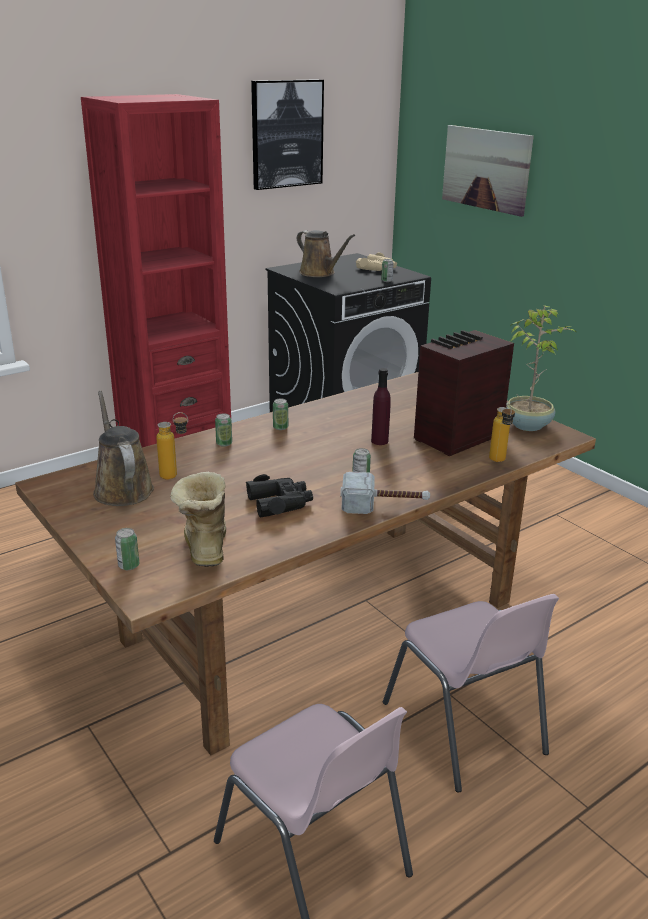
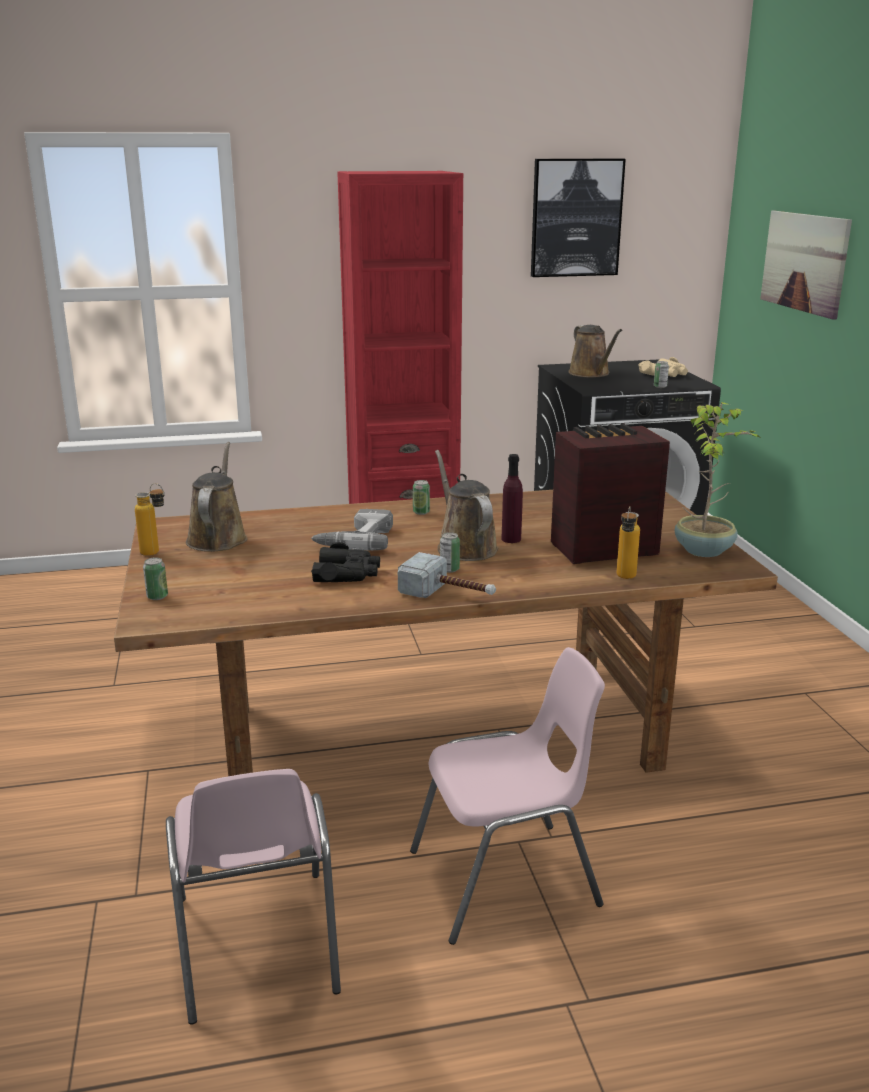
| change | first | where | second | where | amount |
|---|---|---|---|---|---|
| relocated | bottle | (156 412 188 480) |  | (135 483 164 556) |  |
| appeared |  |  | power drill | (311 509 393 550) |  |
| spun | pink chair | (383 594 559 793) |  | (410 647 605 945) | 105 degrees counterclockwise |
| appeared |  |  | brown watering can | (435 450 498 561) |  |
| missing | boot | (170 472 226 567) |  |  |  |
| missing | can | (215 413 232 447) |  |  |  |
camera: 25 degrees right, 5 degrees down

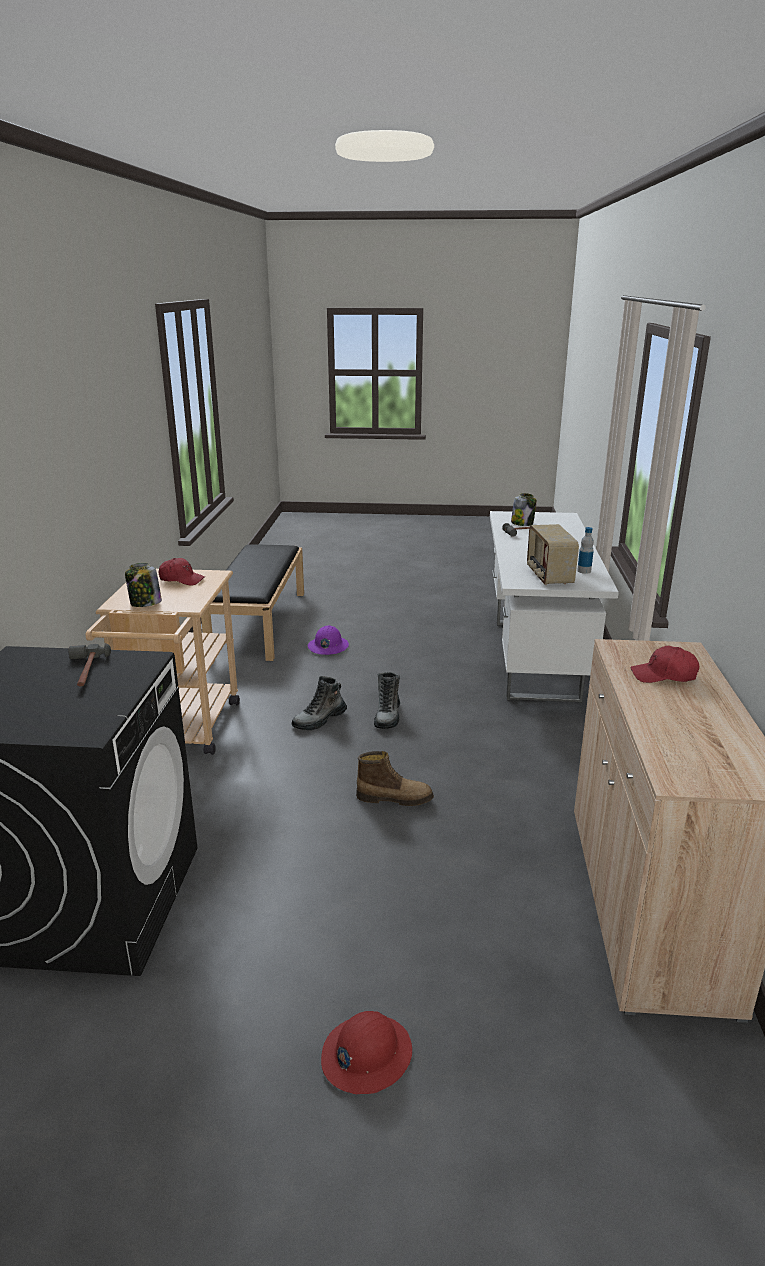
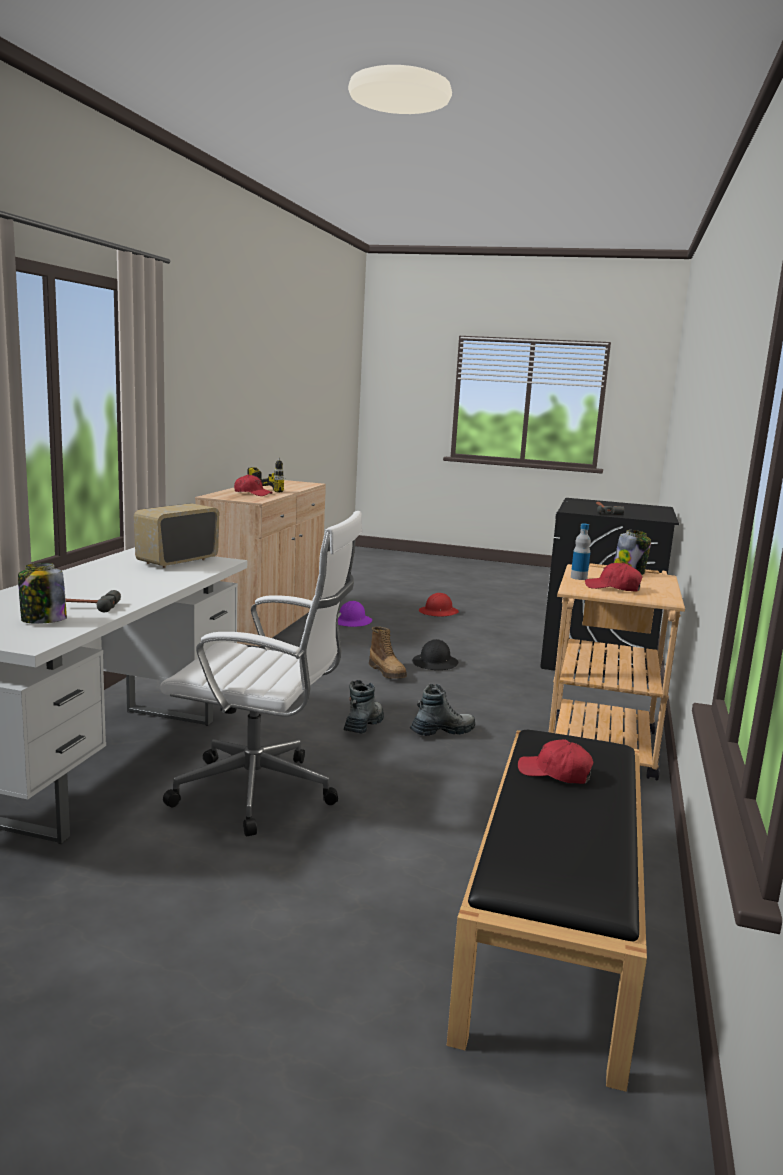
| change | first | where | second | where | amount |
|---|---|---|---|---|---|
| spun | radio | (527 524 579 585) |  | (134 503 219 568) | 150 degrees counterclockwise |
| appeared |  |  | white office chair | (160 511 363 837) |  |
| appeared |  |  | power drill | (247 458 284 492) |  |
| relocated | purple hard hat | (308 625 349 655) |  | (338 601 372 627) |  |
| spun | boot | (356 751 434 806) |  | (369 626 407 679) | 135 degrees counterclockwise |
| appeared |  |  | black hard hat | (412 639 458 670) |  |
| appeared |  |  | red cap | (518 740 593 784) |  |
| relocated | bottle | (577 527 594 574) |  | (571 524 591 580) |  |
camera: 170 degrees left, 10 degrees down

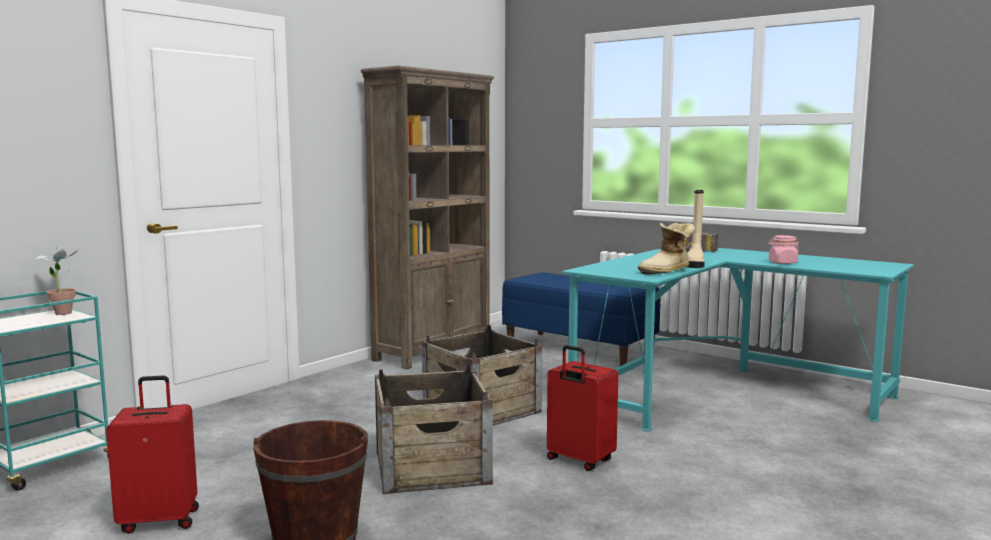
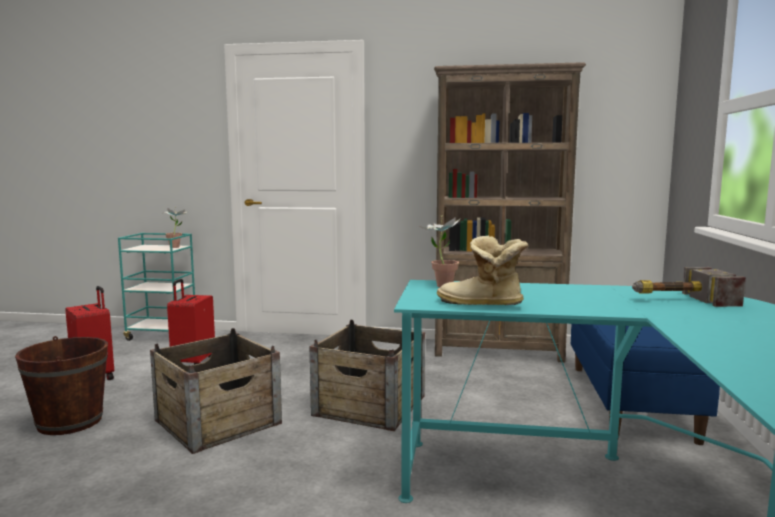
| change | first | where | second | where | amount |
|---|---|---|---|---|---|
| relocated | red suitcase | (547 345 619 471) |  | (167 279 215 365) |  |
| appeared |  |  | potted plant | (418 215 460 287) |  |
| missing | beige boot | (687 190 705 268) |  |  |  |
| missing | pink jar | (768 235 799 264) |  |  |  |
camera: 60 degrees right, 0 degrees up

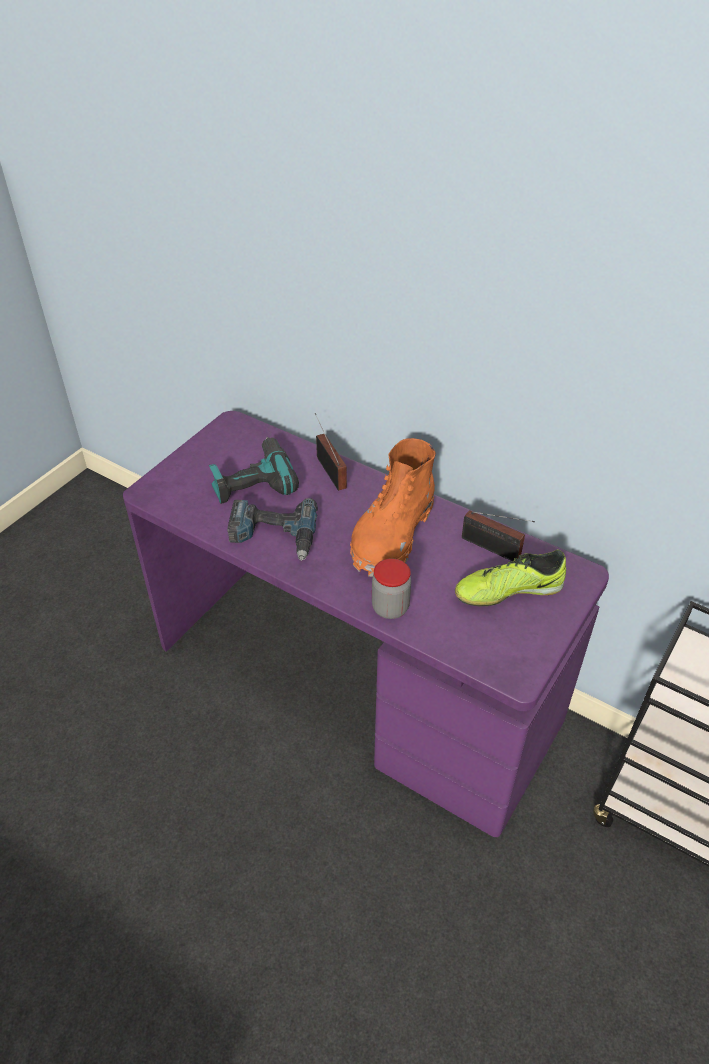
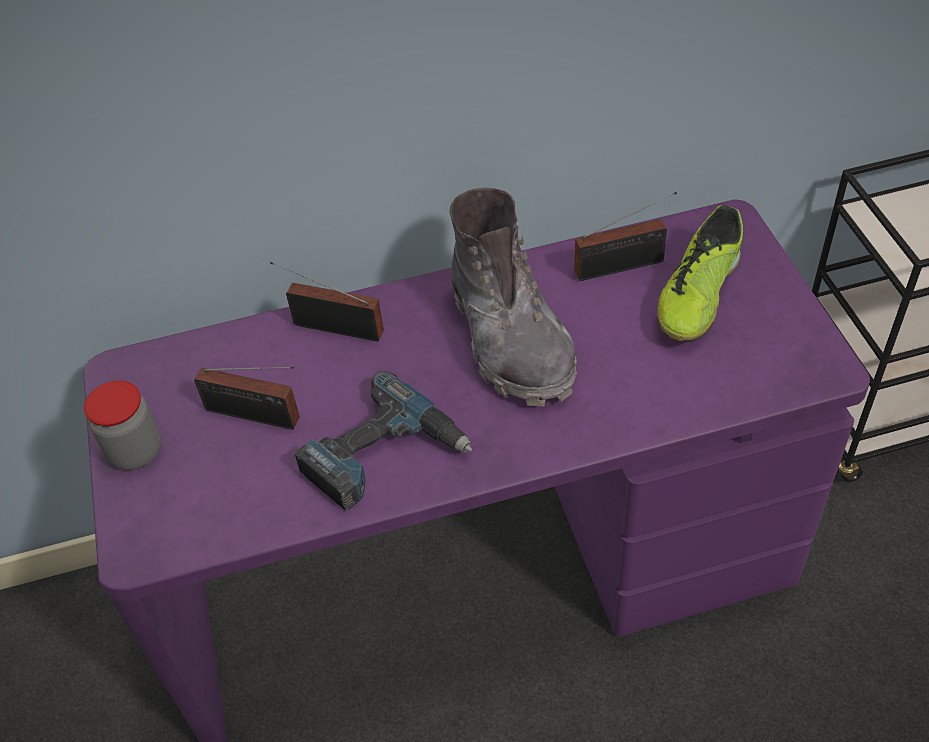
| change | first | where | second | where | amount |
|---|---|---|---|---|---|
| relocated | jar | (372 558 411 619) |  | (84 380 161 470) |  |
| exchanged | power drill | (209 437 299 504) | radio | (194 366 300 430) |  |
| colour | orange boot | (350 438 436 577) | grey boot | (449 187 577 406) |  |
camera: 45 degrees left, 5 degrees up

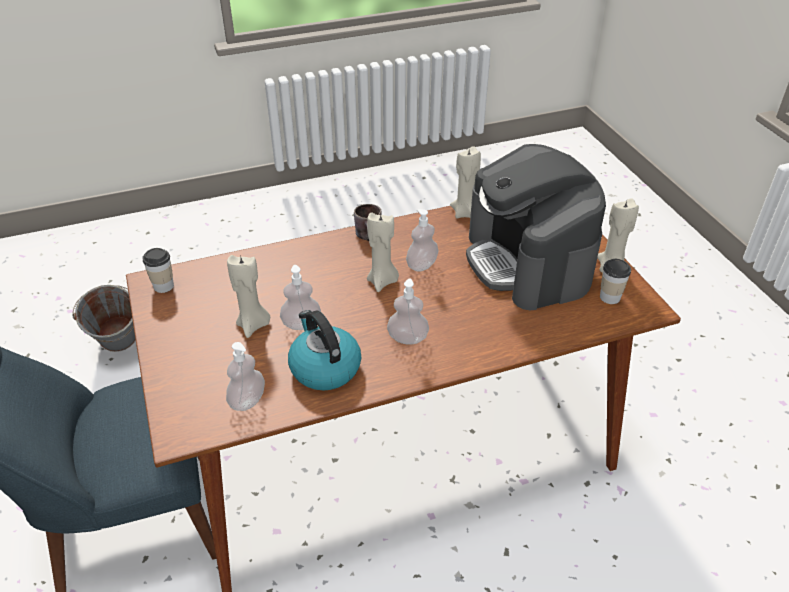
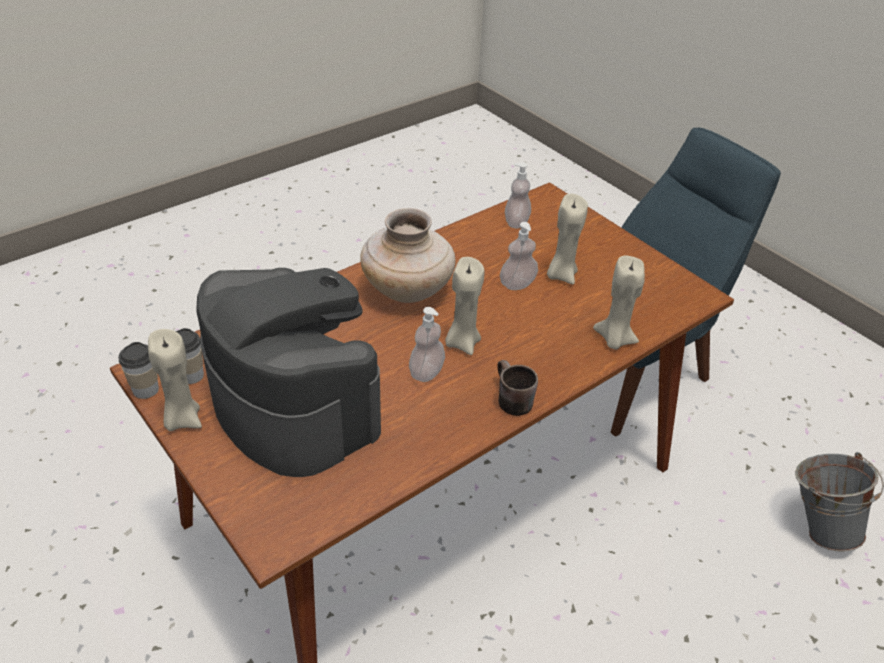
| change | first | where | second | where | amount |
|---|---|---|---|---|---|
| relocated | cup | (142 248 174 293) |  | (118 342 159 399) |  |
| exchanged | soap dispenser | (387 279 429 345) | beige vase | (360 208 456 303) |  |
| relocated | beige candle | (450 146 481 219) |  | (593 256 645 350) |  |
| missing | kettle | (288 310 361 391) |  |  |  |
camera: 160 degrees right, 0 degrees up

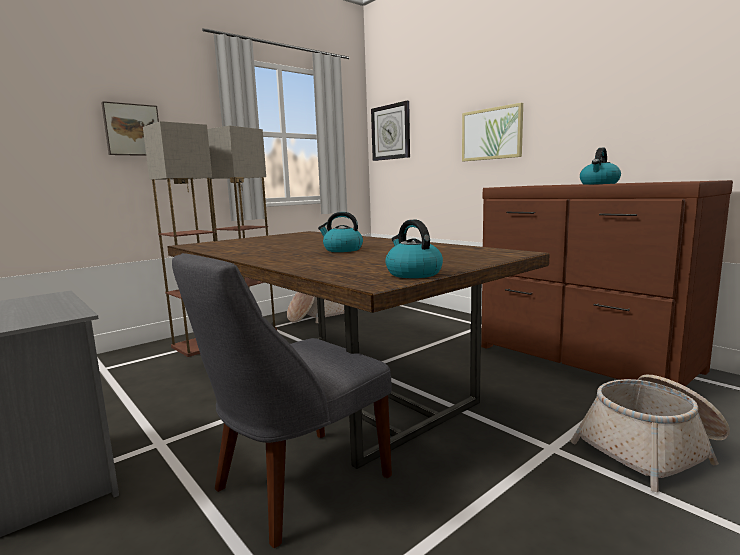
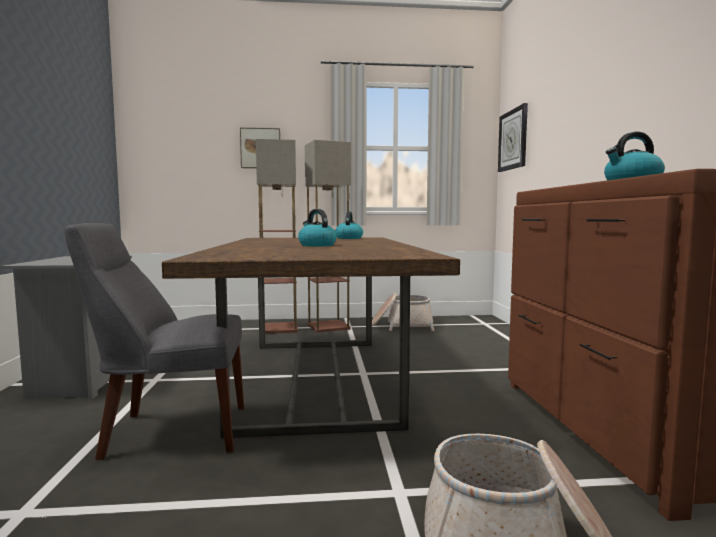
| change | first | where | second | where | amount |
|---|---|---|---|---|---|
| relocated | kettle | (385 219 443 278) |  | (335 211 363 239) |  |
| missing | picture | (462 103 523 161) |  |  |  |
camera: 35 degrees right, 5 degrees down

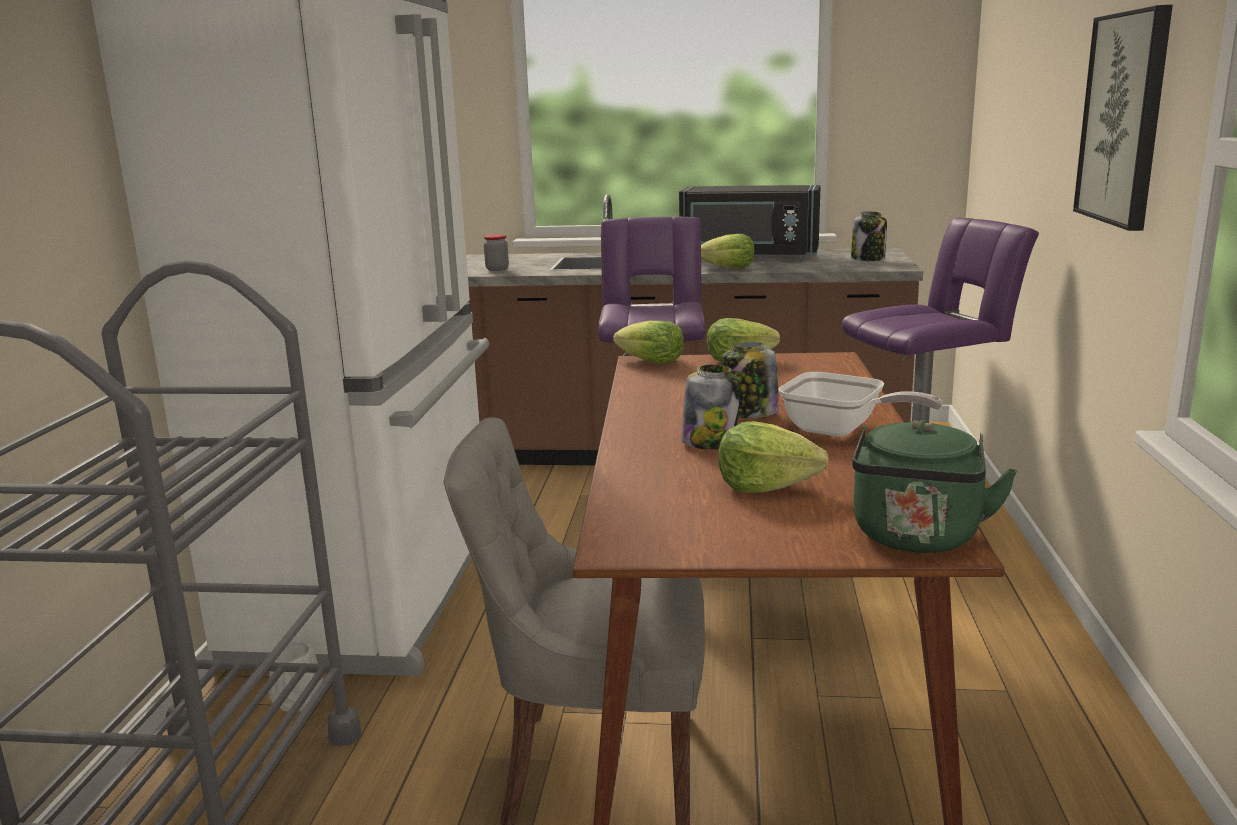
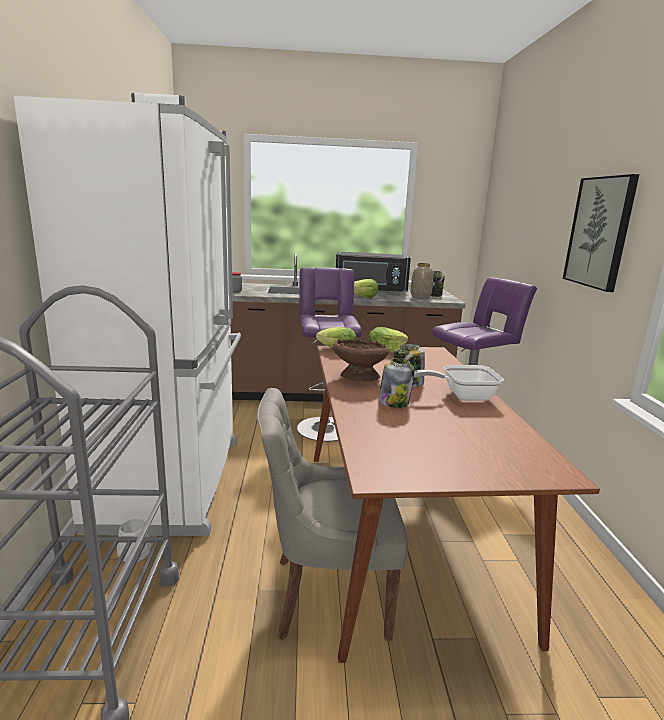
| change | first | where | second | where | amount |
|---|---|---|---|---|---|
| appeared |  |  | brown bowl | (333 338 389 381) |  |
| appeared |  |  | vase | (411 263 433 299) |  |
| spun | frying pan | (779 372 943 437) |  | (414 365 504 401) | 150 degrees clockwise |
| missing | lettuce | (719 421 829 493) |  |  |  |
| missing | green kettle | (852 420 1018 553) |  |  |  |
camera: 10 degrees left, 0 degrees up

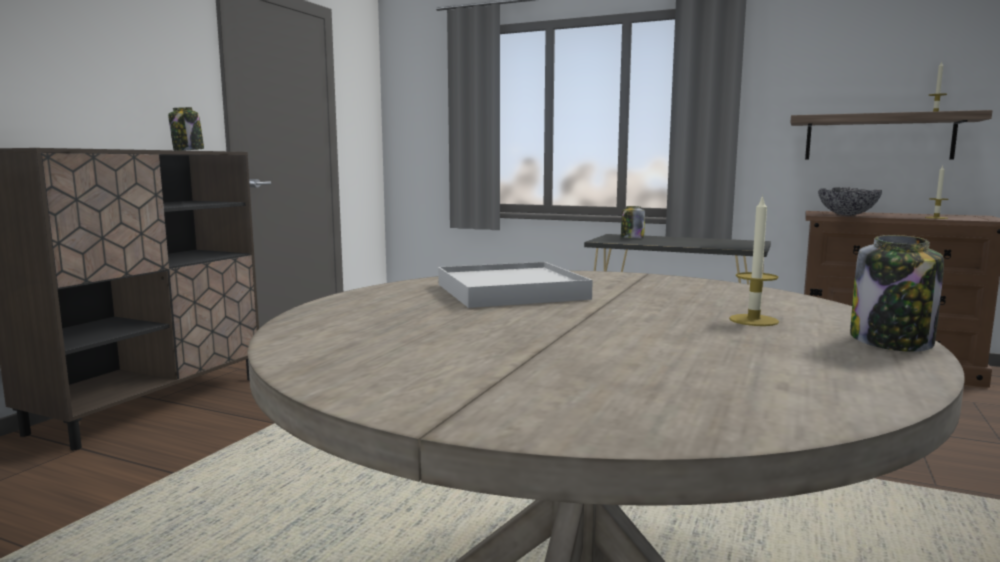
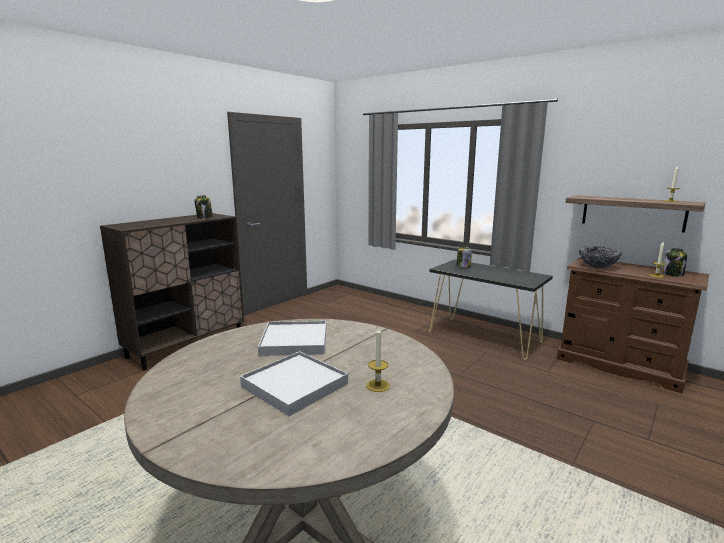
| change | first | where | second | where | amount |
|---|---|---|---|---|---|
| appeared |  |  | white tray | (240 351 348 416) |  |
| relocated | jar | (850 235 944 352) |  | (662 248 687 277) |  |
camera: 15 degrees right, 5 degrees up

